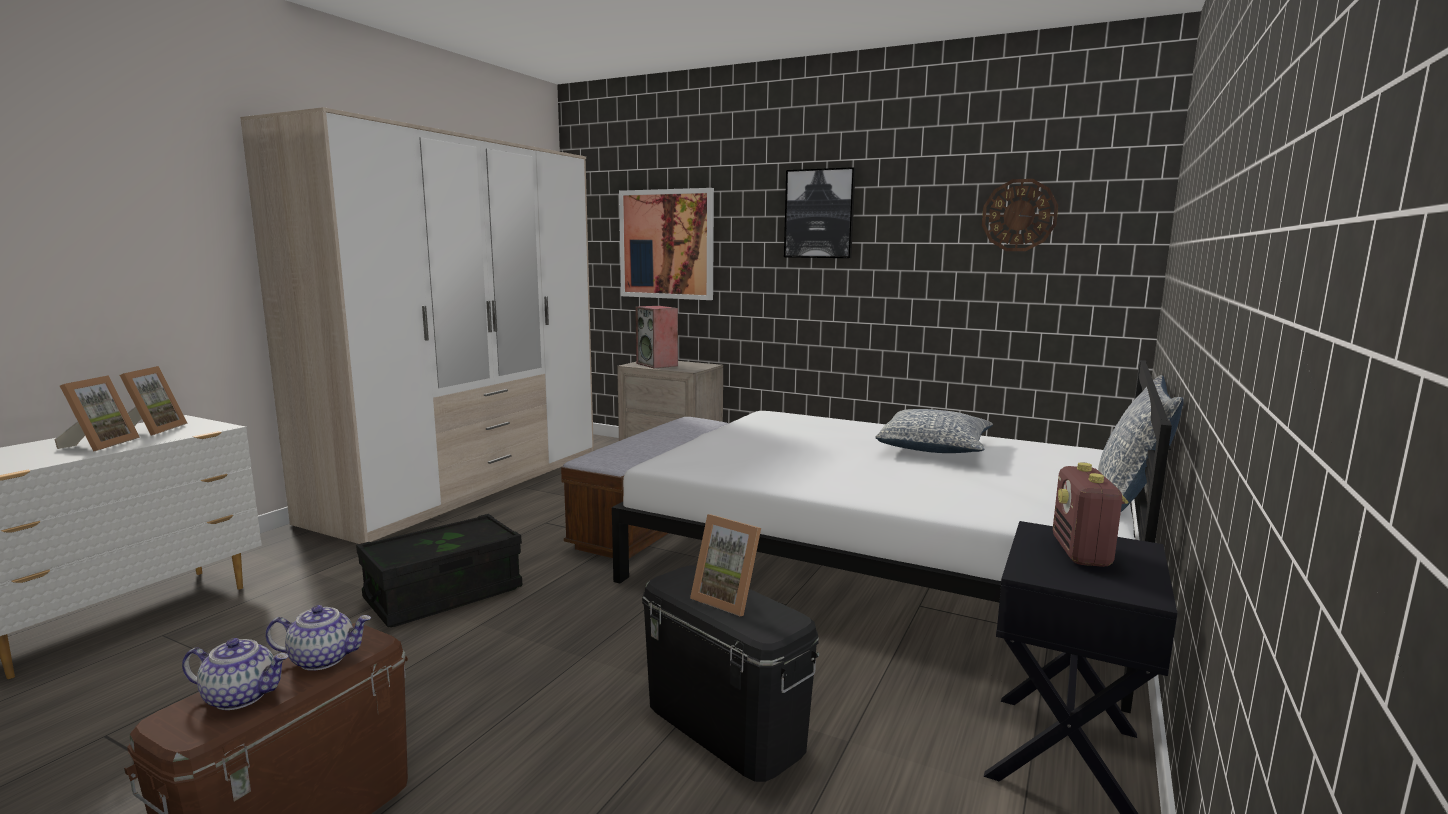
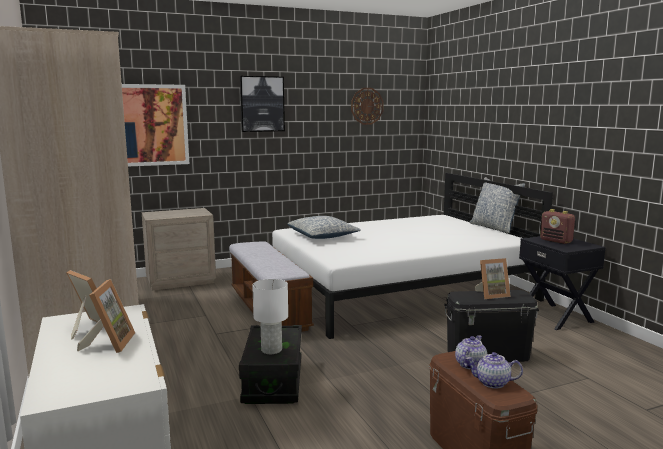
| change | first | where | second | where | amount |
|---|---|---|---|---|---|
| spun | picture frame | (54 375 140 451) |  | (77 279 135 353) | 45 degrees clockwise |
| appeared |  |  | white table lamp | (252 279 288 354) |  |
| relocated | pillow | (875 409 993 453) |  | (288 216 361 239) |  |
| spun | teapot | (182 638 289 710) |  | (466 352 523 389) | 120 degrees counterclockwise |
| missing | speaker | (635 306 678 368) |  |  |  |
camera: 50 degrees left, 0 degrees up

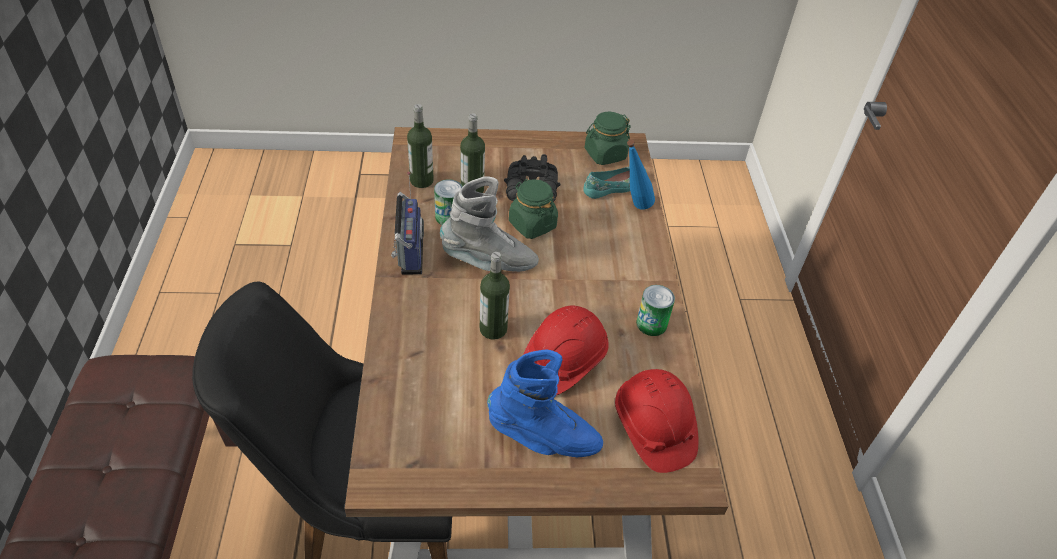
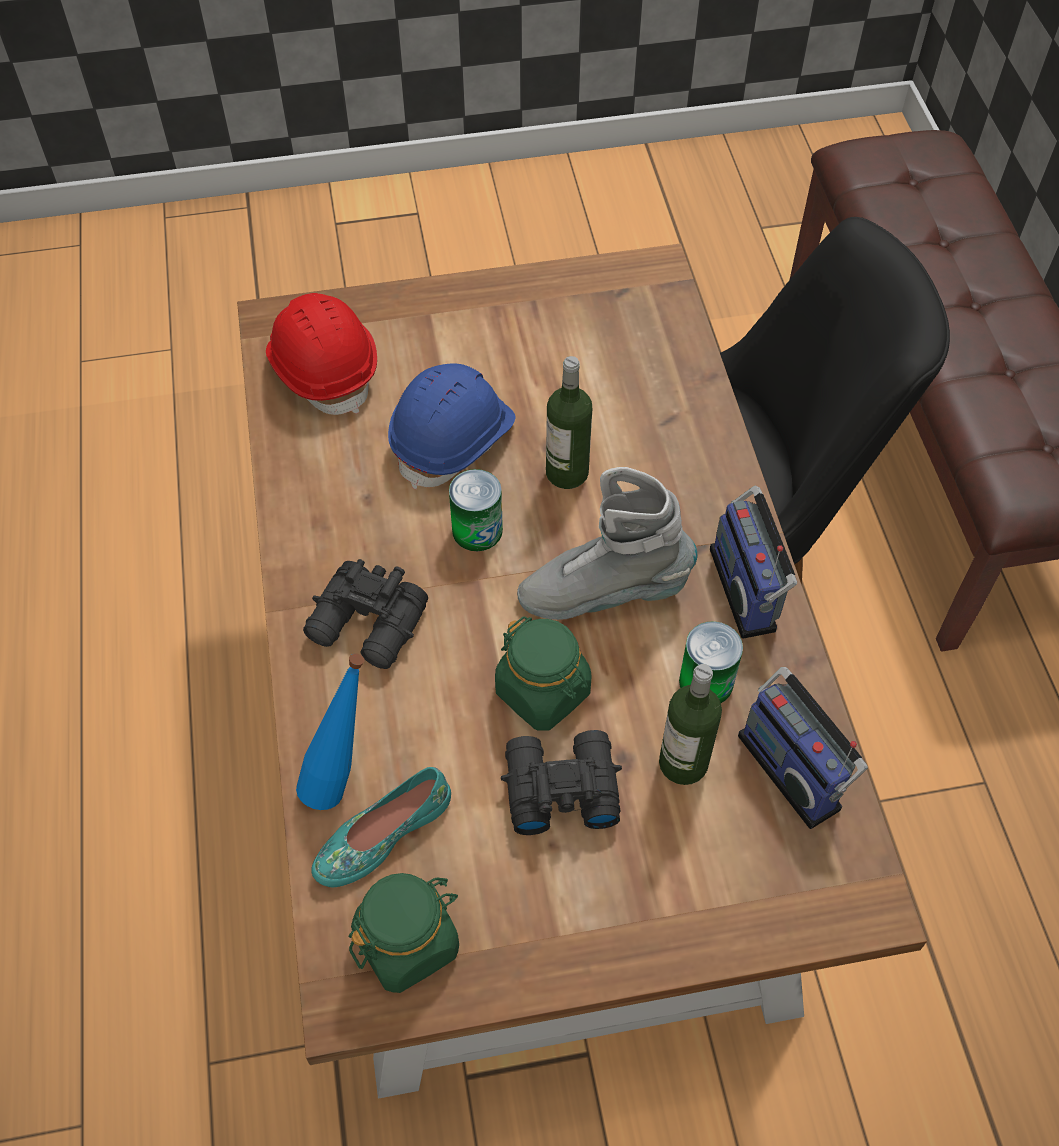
| change | first | where | second | where | amount |
|---|---|---|---|---|---|
| appeared |  |  | black binoculars | (303 559 428 669) |  |
| colour | red hard hat | (523 306 609 395) | blue hard hat | (388 363 516 489) |  |
| relocated | can | (636 285 675 336) |  | (449 469 503 551) |  |
| exchanged | bottle | (407 104 434 188) | radio | (738 667 868 829) |  |
| missing | blue boot | (487 349 603 457) |  |  |  |
camera: 175 degrees right, 10 degrees up

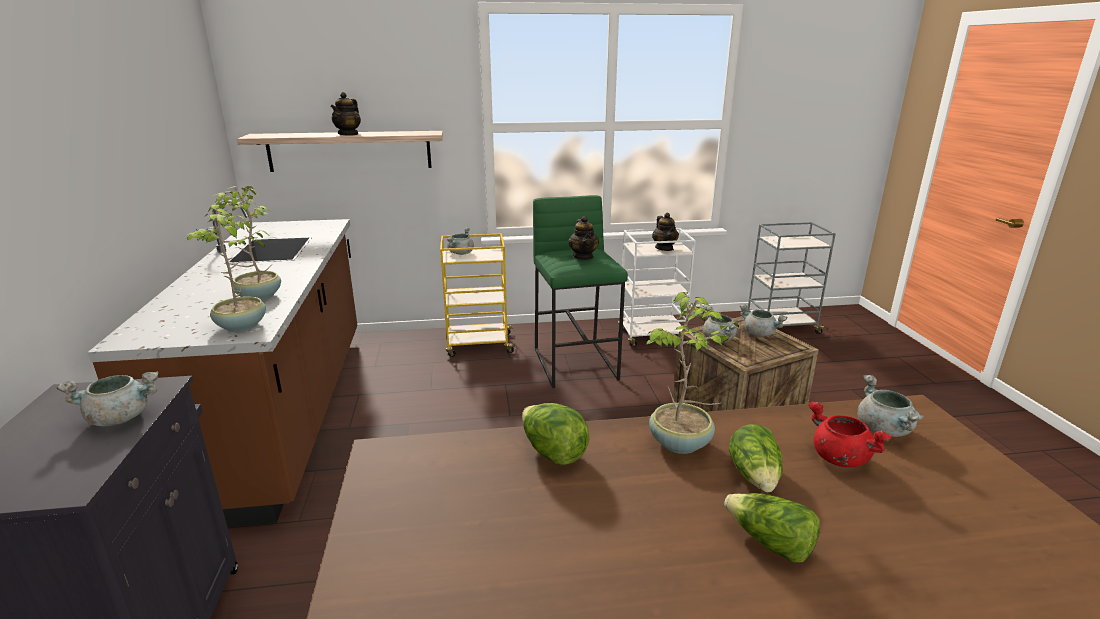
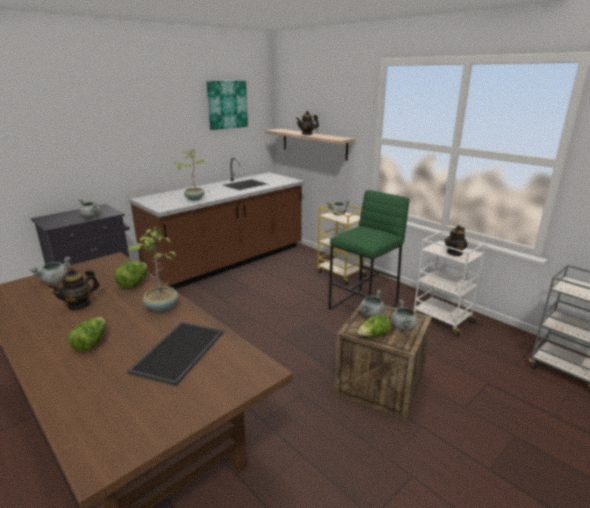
| change | first | where | second | where | amount |
|---|---|---|---|---|---|
| relocated | grey cooking pot | (857 375 924 437) |  | (29 257 71 284) |  |
| relocated | teapot | (568 216 599 260) |  | (49 268 100 311) |  |
| exchanged | red cooking pot | (808 402 892 467) | tray | (127 322 224 386) |  |
| appeared |  |  | picture | (206 81 248 130) |  |
| relocated | lettuce | (729 424 783 492) |  | (357 314 391 337) |  |
| missing | potted plant | (186 201 268 332) |  |  |  |
camera: 55 degrees right, 0 degrees up

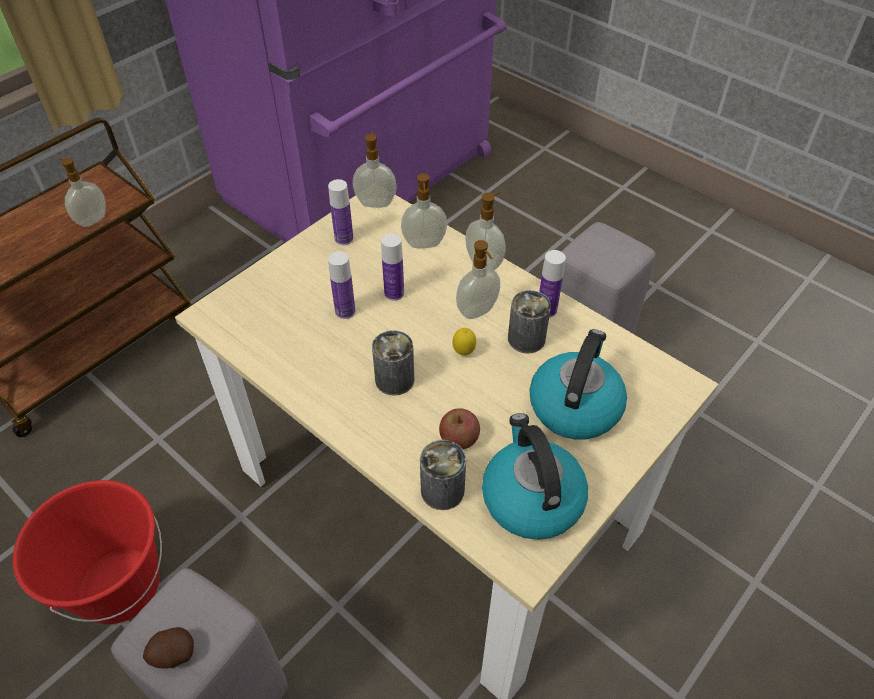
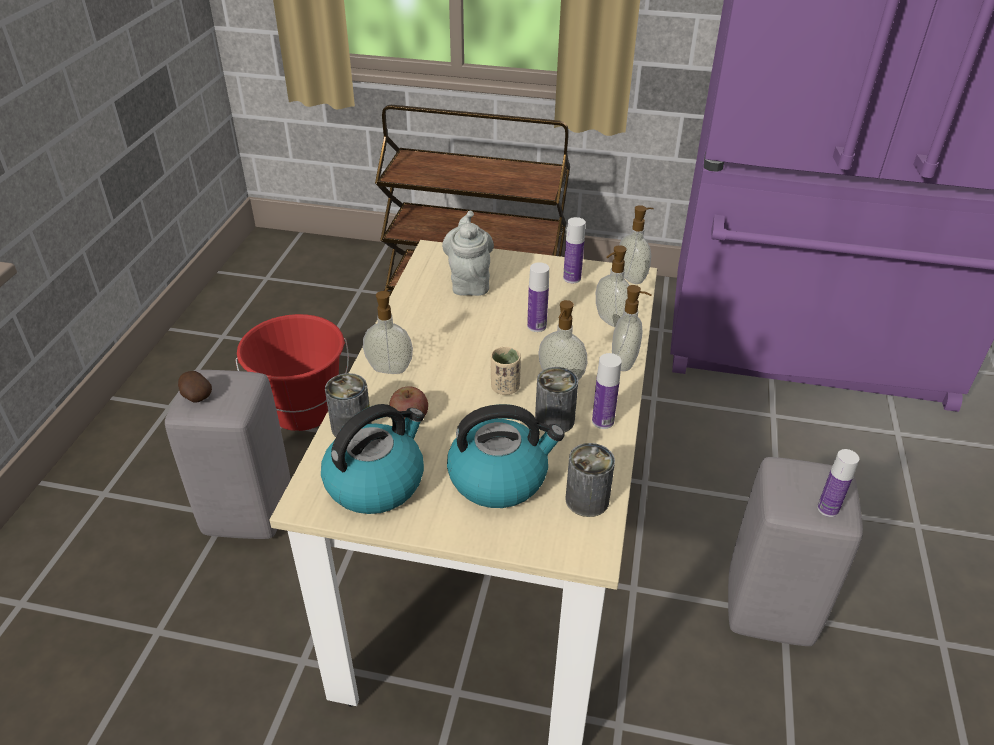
| change | first | where | second | where | amount |
|---|---|---|---|---|---|
| relocated | soap dispenser | (60 158 106 227) |  | (363 288 413 374) |  |
| appeared |  |  | grey teapot | (442 211 494 296) |  |
| exchanged | lemon | (452 328 476 355) | beige cup | (491 347 521 395) |  |
| relocated | can | (372 330 414 396) |  | (565 443 615 517) |  |
| relocated | bottle | (328 251 355 319) |  | (817 449 859 517) |  |
camera: 60 degrees right, 10 degrees down

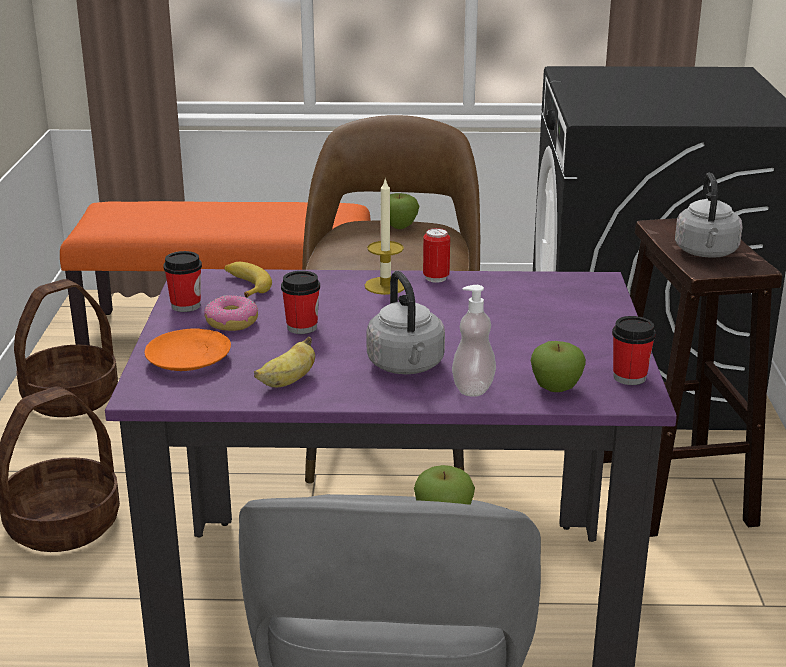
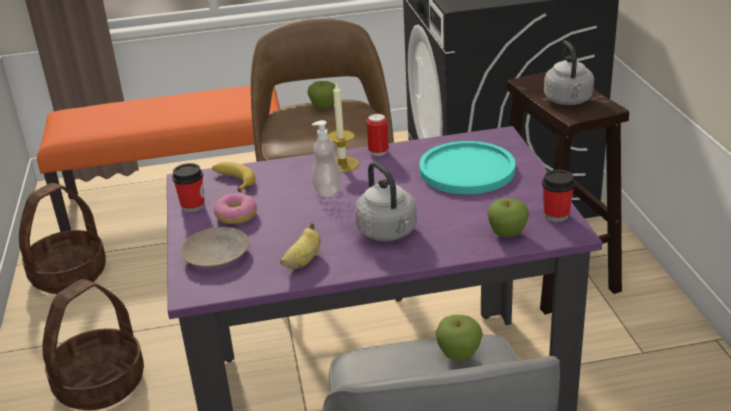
| change | first | where | second | where | amount |
|---|---|---|---|---|---|
| colour | orange plate | (145 328 231 371) | beige plate | (181 227 249 268) |  |
| relocated | soap dispenser | (452 285 496 397) |  | (311 120 342 197) |  |
| appeared |  |  | turquoise plate | (419 141 515 194) |  |
| missing | cup | (281 271 320 334) |  |  |  |
camera: 10 degrees left, 5 degrees up

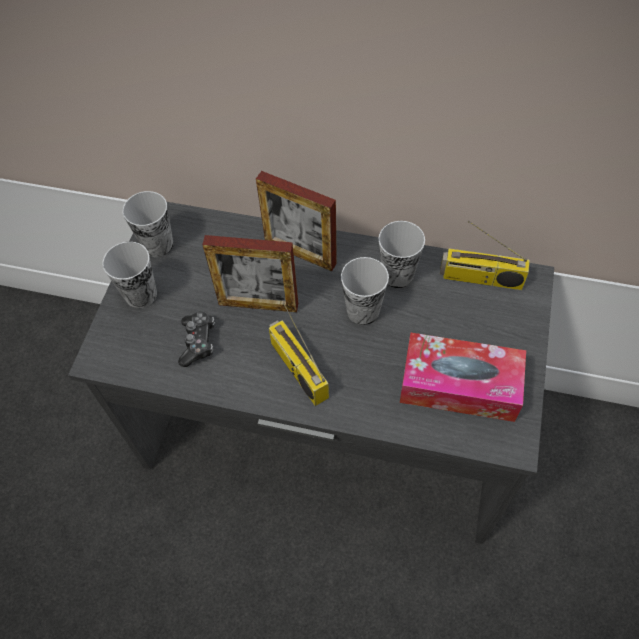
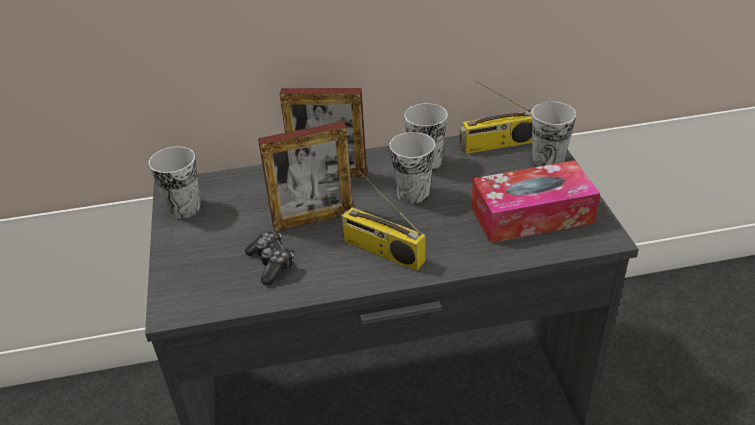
| change | first | where | second | where | amount |
|---|---|---|---|---|---|
| relocated | cup | (103 241 157 308) |  | (532 102 576 167) |  |
camera: 25 degrees left, 20 degrees down

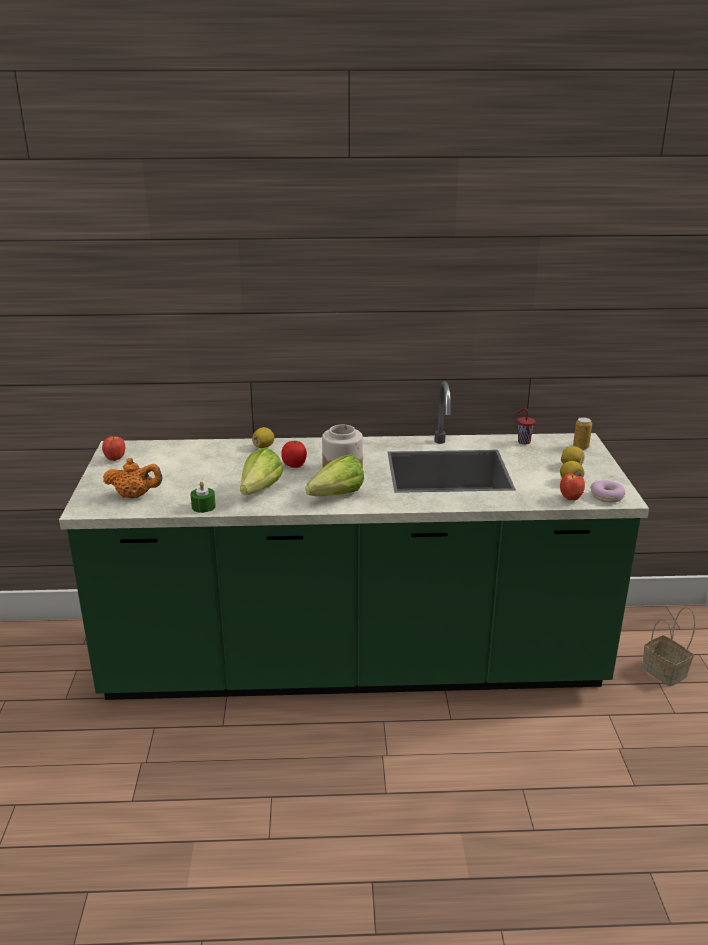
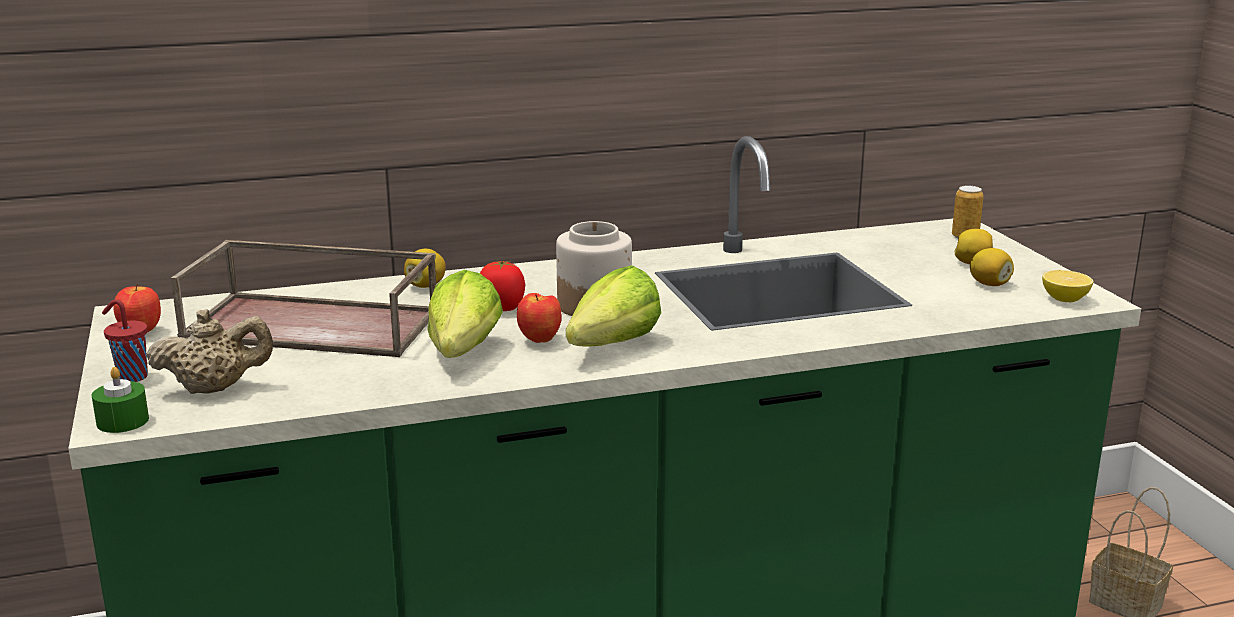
| change | first | where | second | where | amount |
|---|---|---|---|---|---|
| relocated | green candle | (190 481 216 513) |  | (92 367 149 433) |  |
| relocated | red cup | (517 408 535 445) |  | (102 299 148 382) |  |
| colour | orange teapot | (103 458 163 498) | beige teapot | (146 309 273 394) |  |
| appeared |  |  | brown tray | (171 240 436 357) |  |
| relocated | apple | (560 473 585 500) |  | (517 293 562 343) |  |
| exchanged | donut | (591 480 625 502) | lemon | (1042 270 1094 302) |  |
camera: 15 degrees left, 5 degrees down

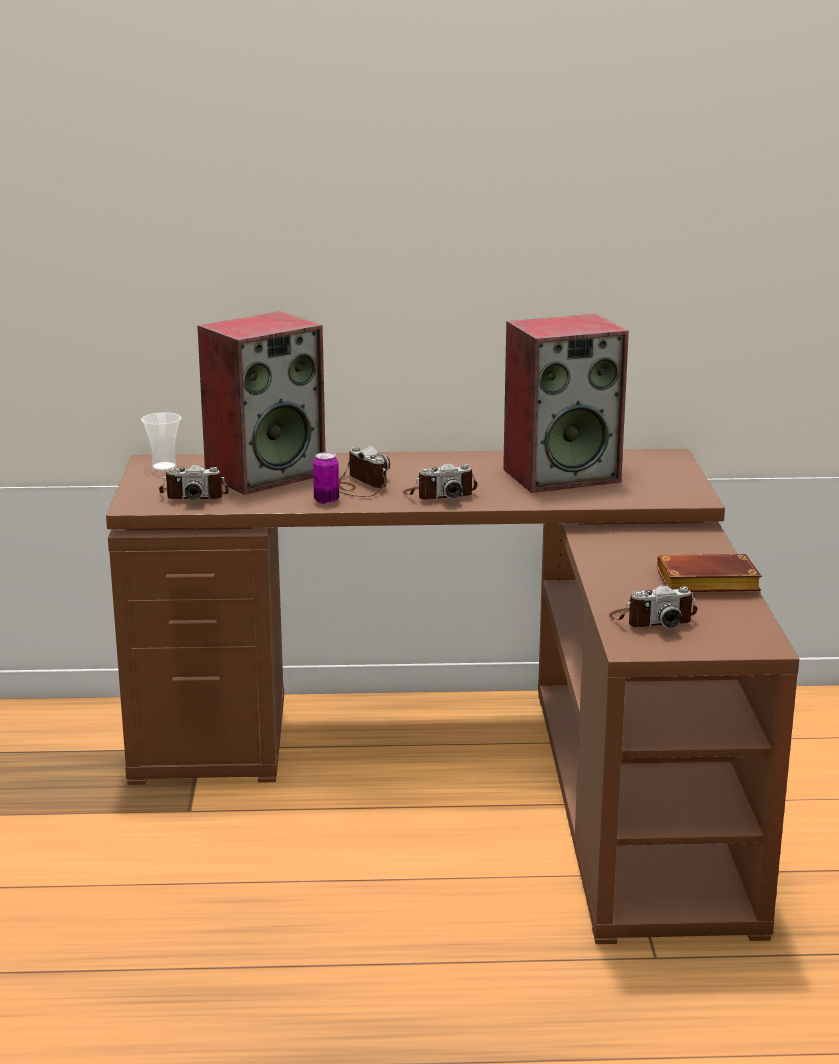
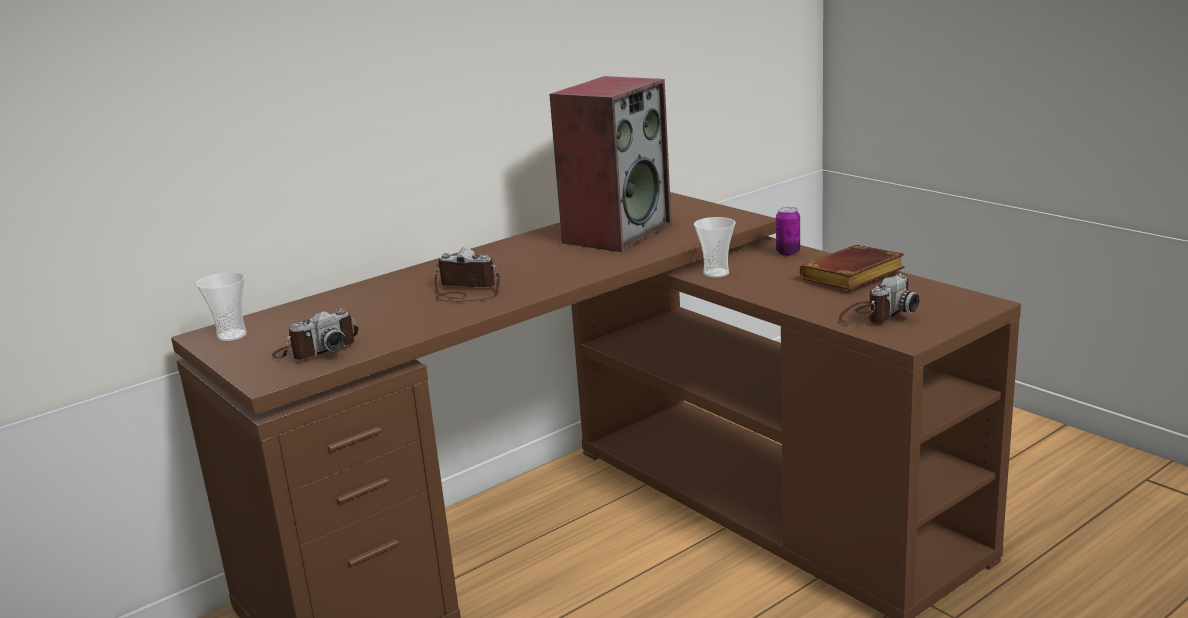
| change | first | where | second | where | amount |
|---|---|---|---|---|---|
| appeared |  |  | cup | (694 217 736 278) |  |
| relocated | can | (313 452 339 504) |  | (776 207 800 256) |  |
| missing | speaker | (197 311 325 495) |  |  |  |
| missing | photo camera | (403 463 477 500) |  |  |  |
camera: 35 degrees left, 0 degrees up

